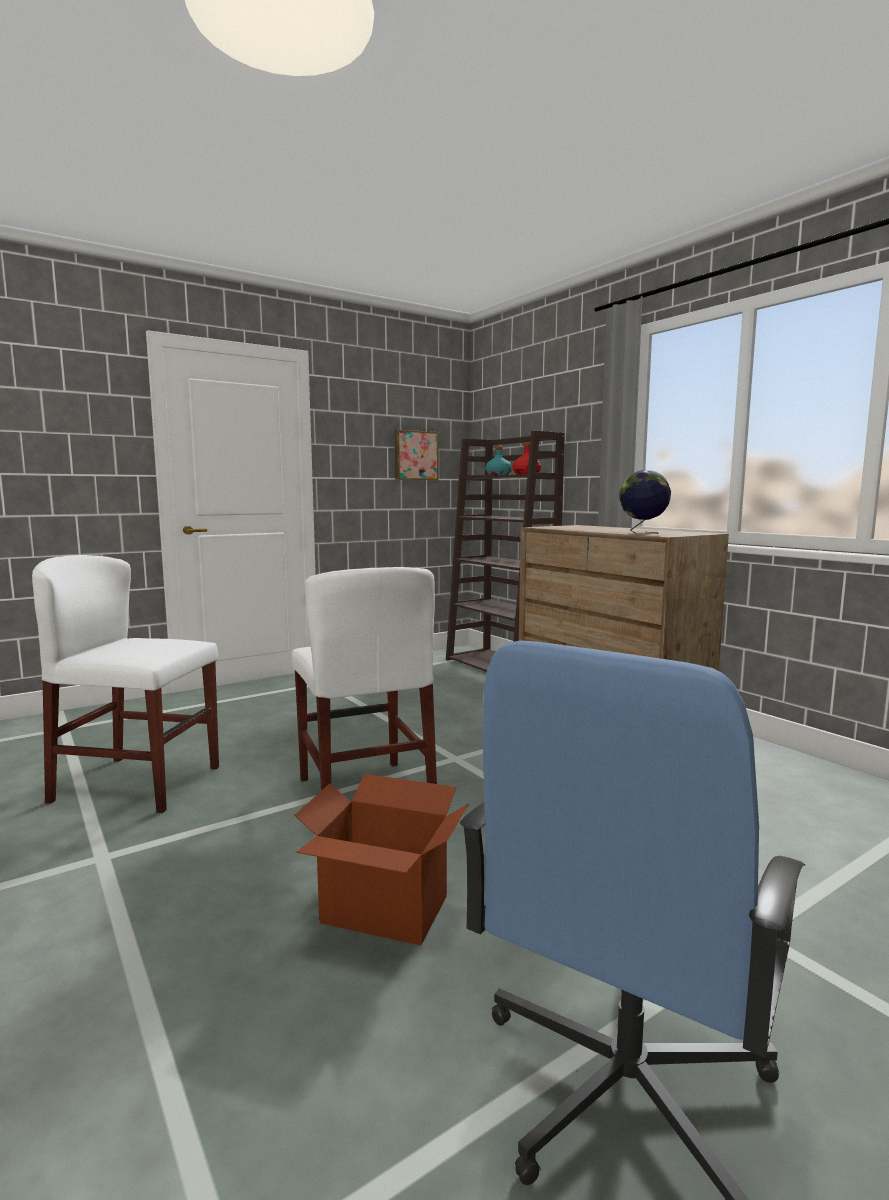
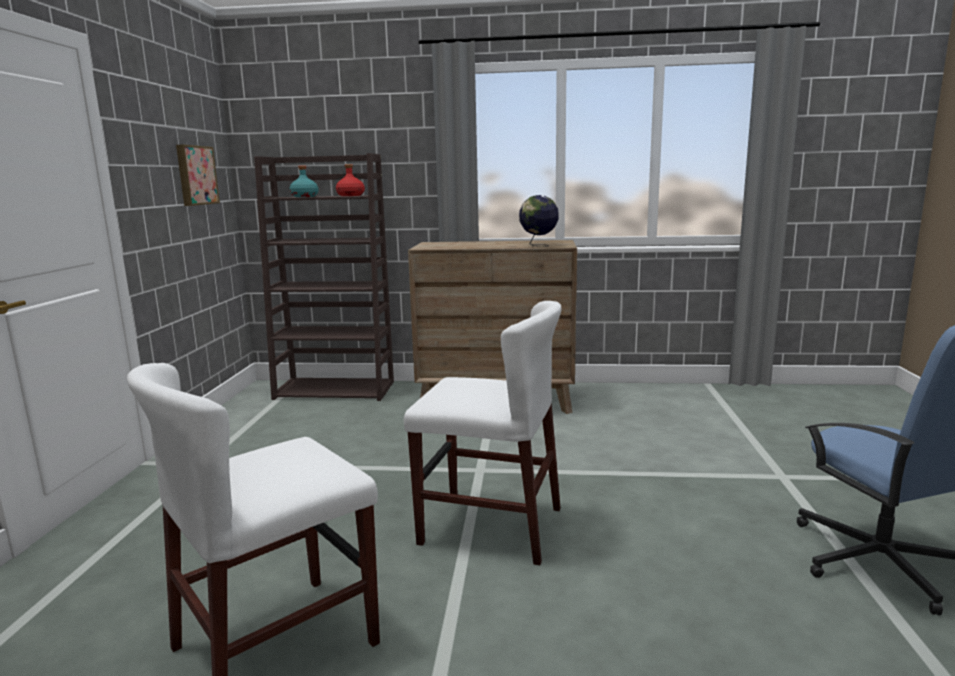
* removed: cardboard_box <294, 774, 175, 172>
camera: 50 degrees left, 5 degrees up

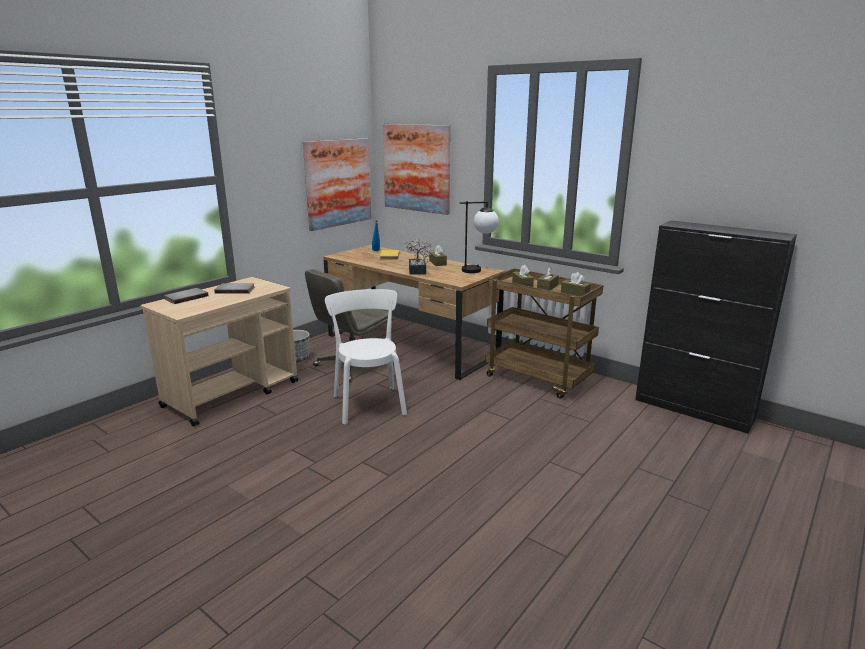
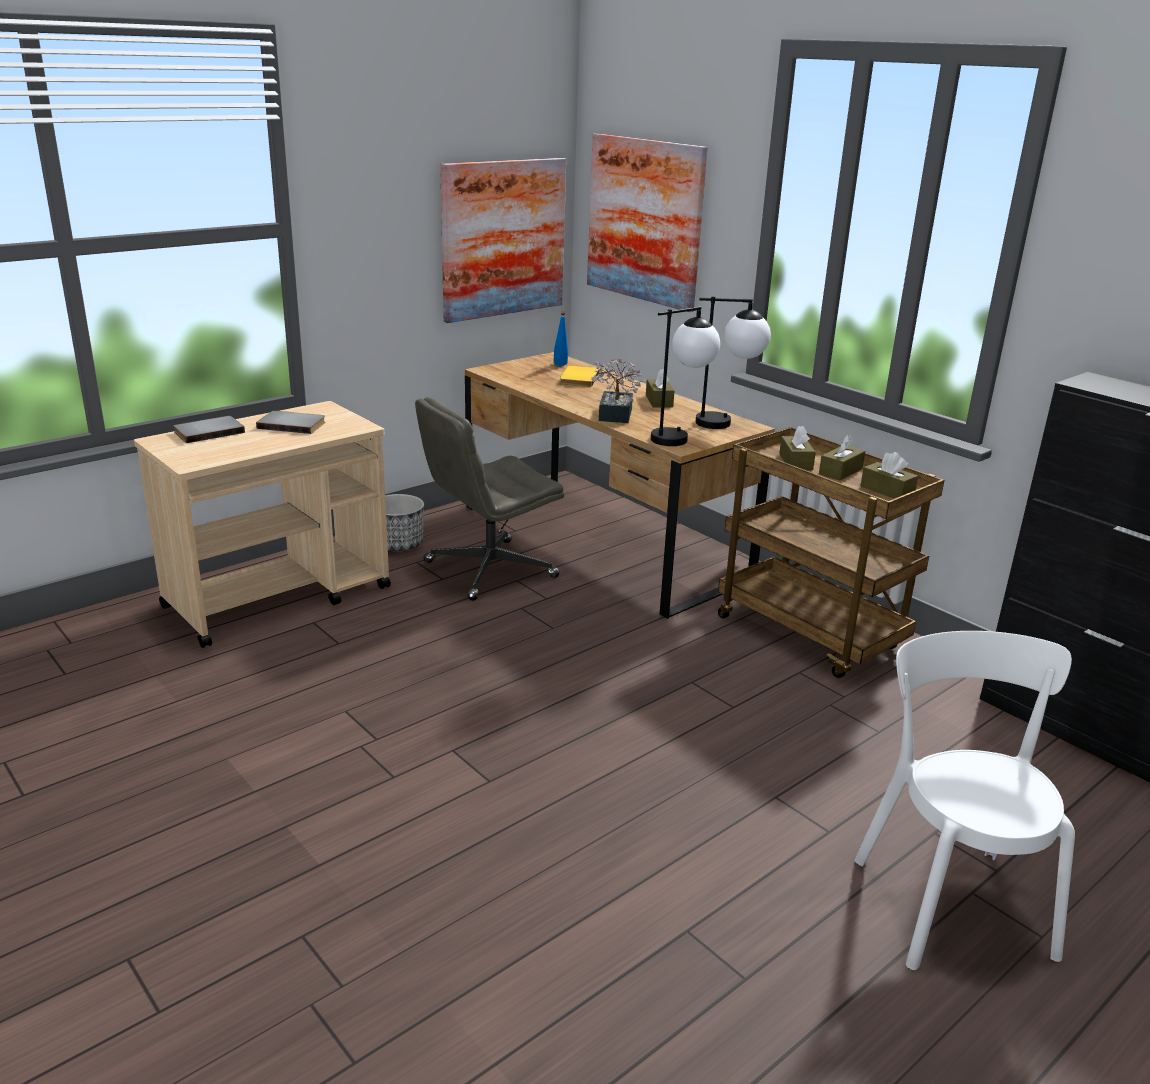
* moved: white_chair <325, 289, 82, 135> to <855, 631, 220, 339>
* added: table_lamp <651, 306, 69, 140>
camera: 10 degrees right, 5 degrees up

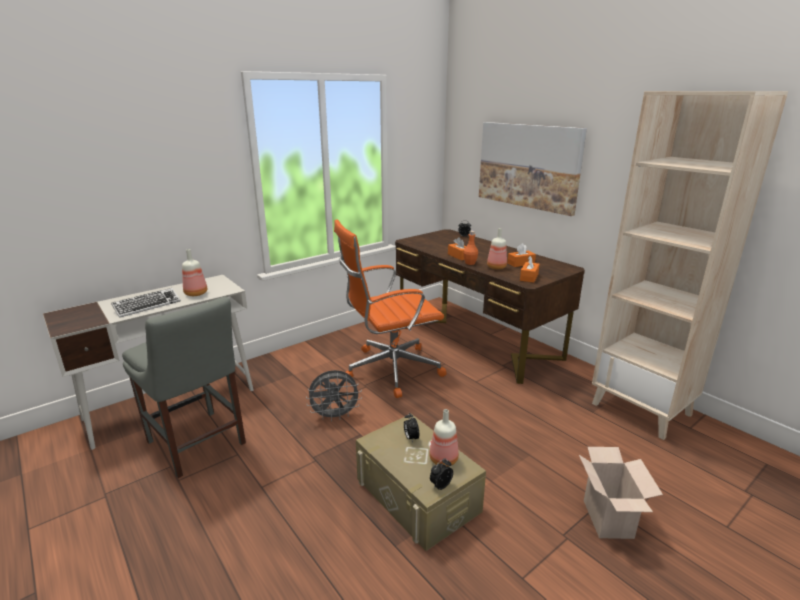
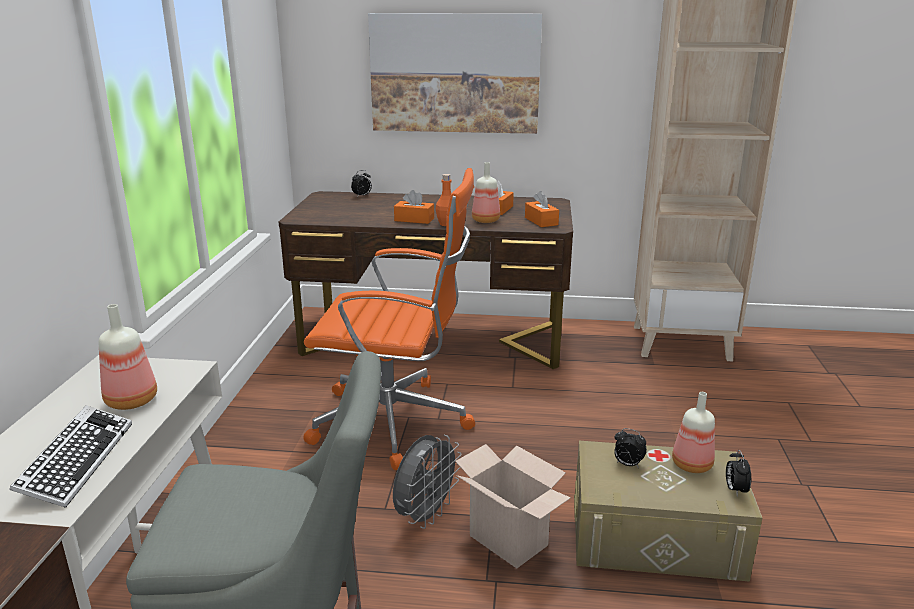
* turned: orange_office_chair <334, 219, 113, 179> = <303, 168, 172, 302> 105 degrees counterclockwise
* moved: cardboard_box <579, 447, 84, 92> to <455, 444, 116, 124>
camera: 45 degrees left, 0 degrees up

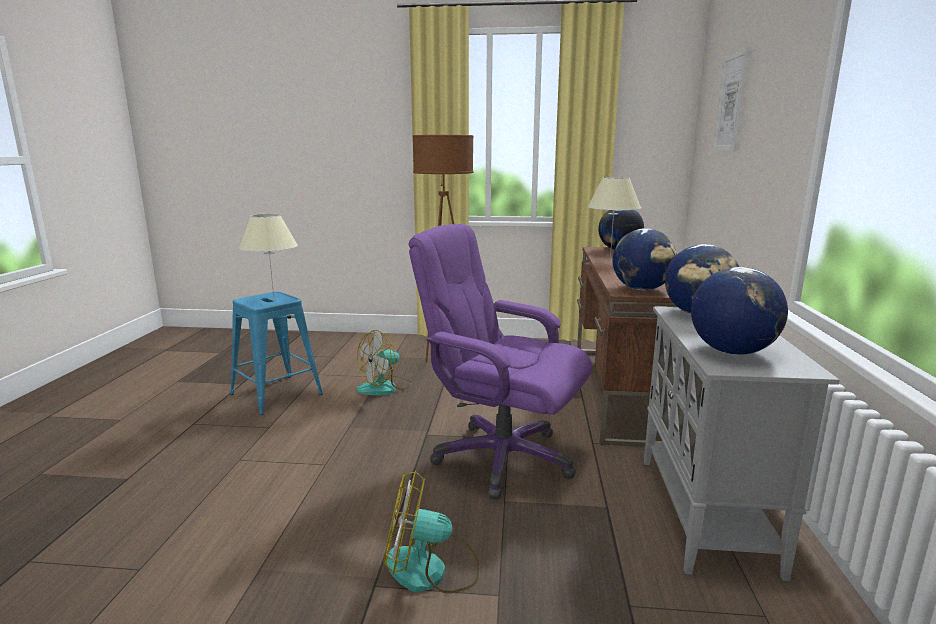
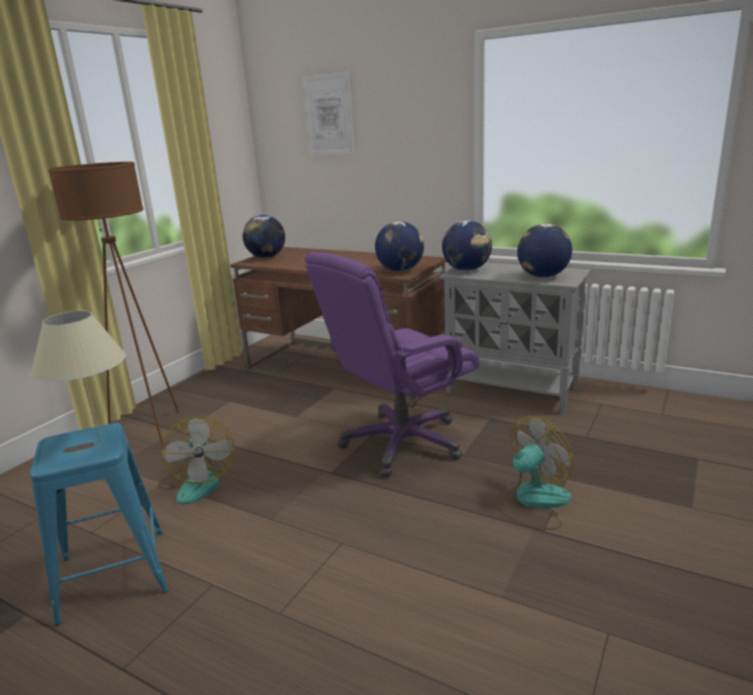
* turned: fan <383, 471, 97, 123> = <497, 416, 77, 114> 150 degrees counterclockwise
* removed: beige_table_lamp <587, 177, 54, 83>
camera: 65 degrees left, 5 degrees up

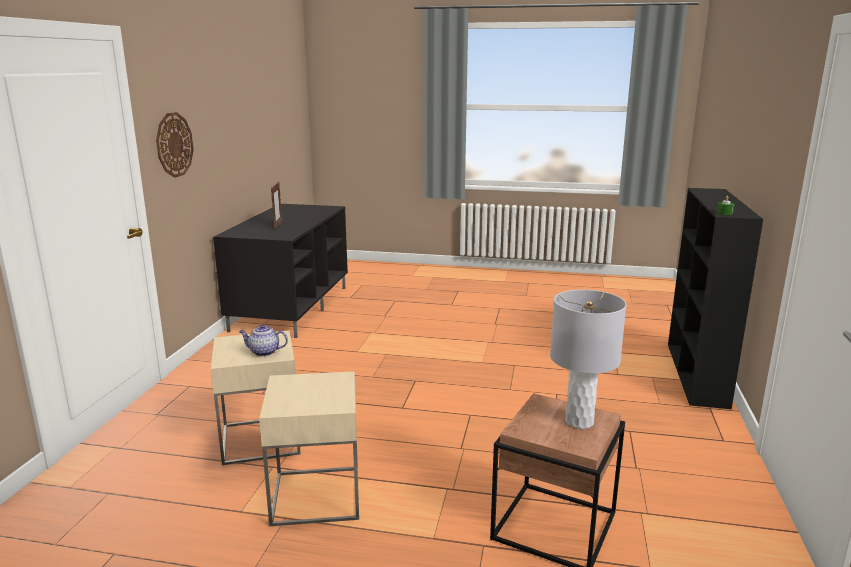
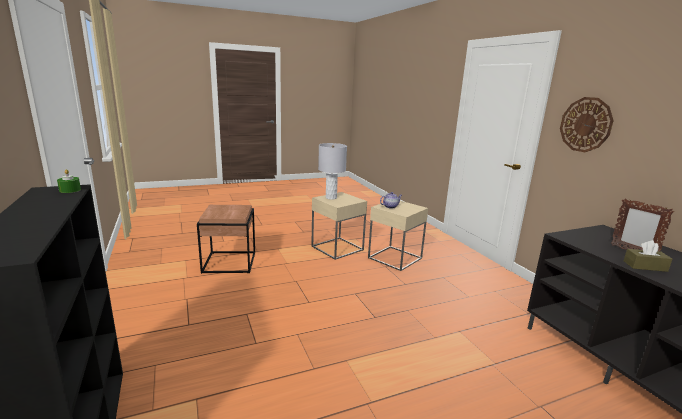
* moved: grey_table_lamp <550, 290, 77, 139> to <318, 143, 29, 57>
* added: brown_tissue_box <624, 240, 49, 32>
camera: 145 degrees right, 0 degrees up

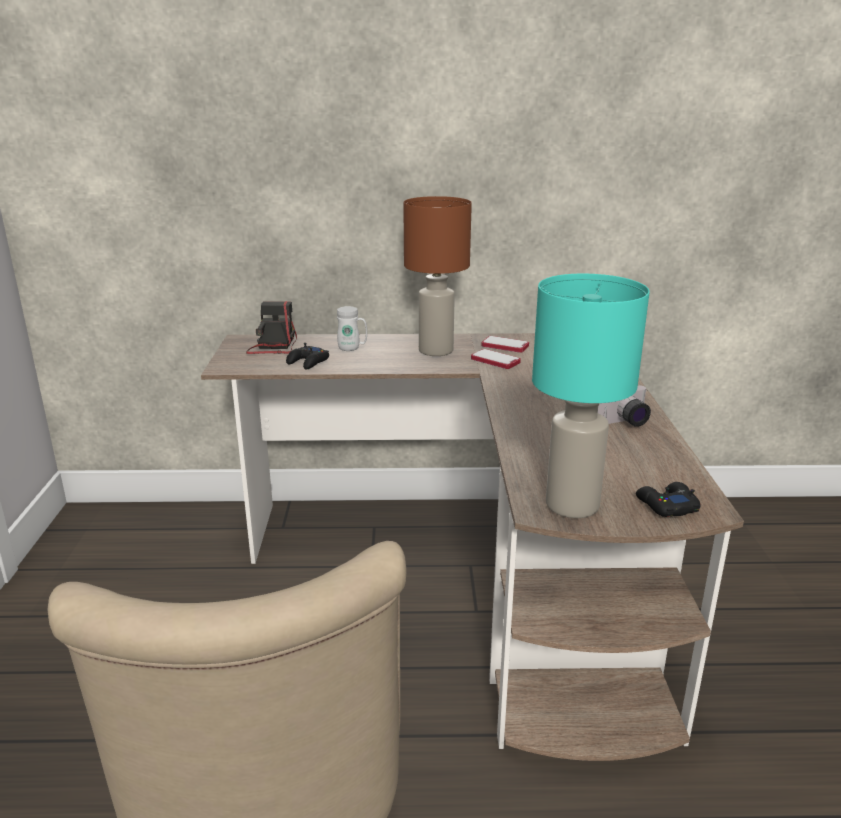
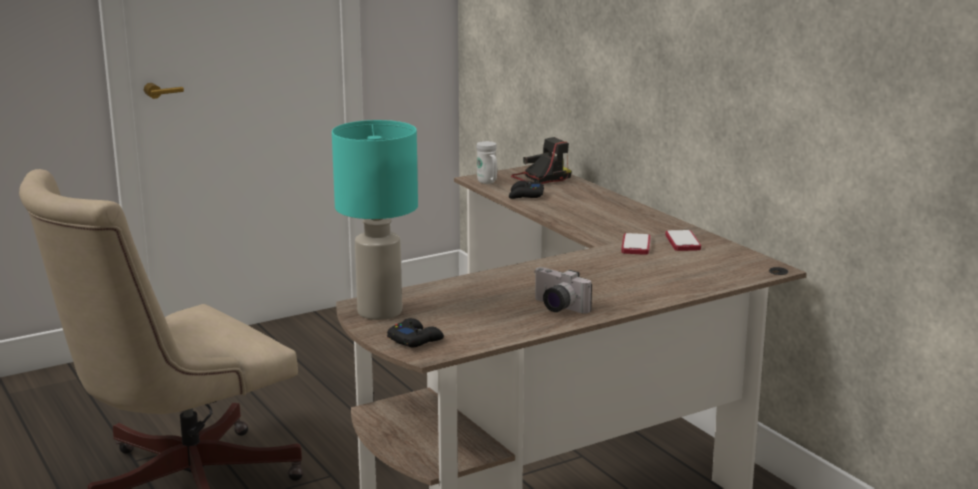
* moved: white_mug <337, 306, 30, 45> to <476, 141, 21, 43>
* removed: brown_table_lamp <403, 196, 69, 160>
camera: 60 degrees right, 5 degrees down

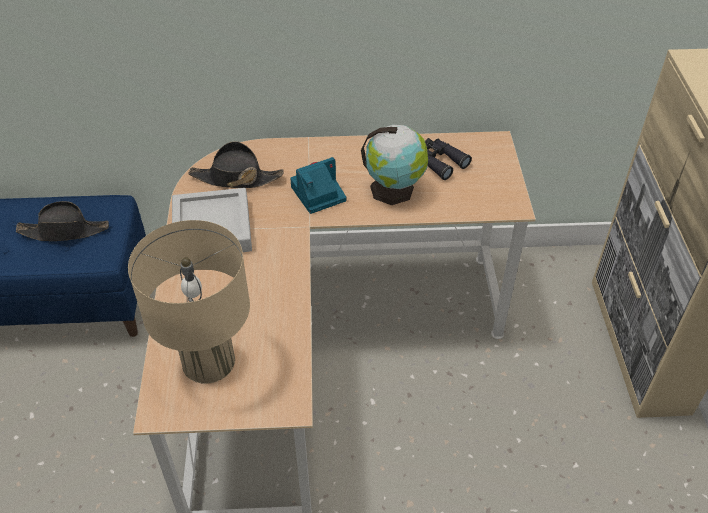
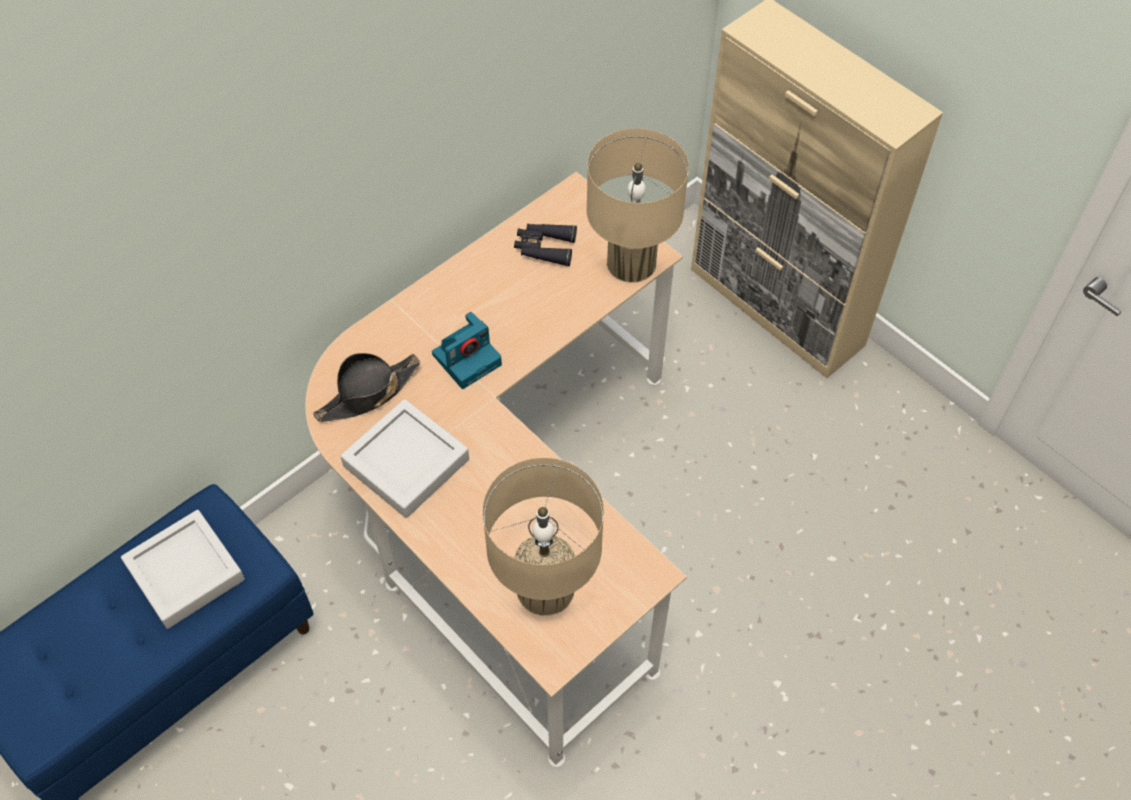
* replaced: black_hat <16, 201, 93, 40> to grey_tray <121, 510, 124, 119>
* turned: photo_camera <290, 157, 56, 57> = <432, 312, 70, 77> 150 degrees counterclockwise
* removed: globe <361, 125, 67, 80>
* added: beige_table_lamp <587, 128, 102, 155>
camera: 40 degrees left, 10 degrees up

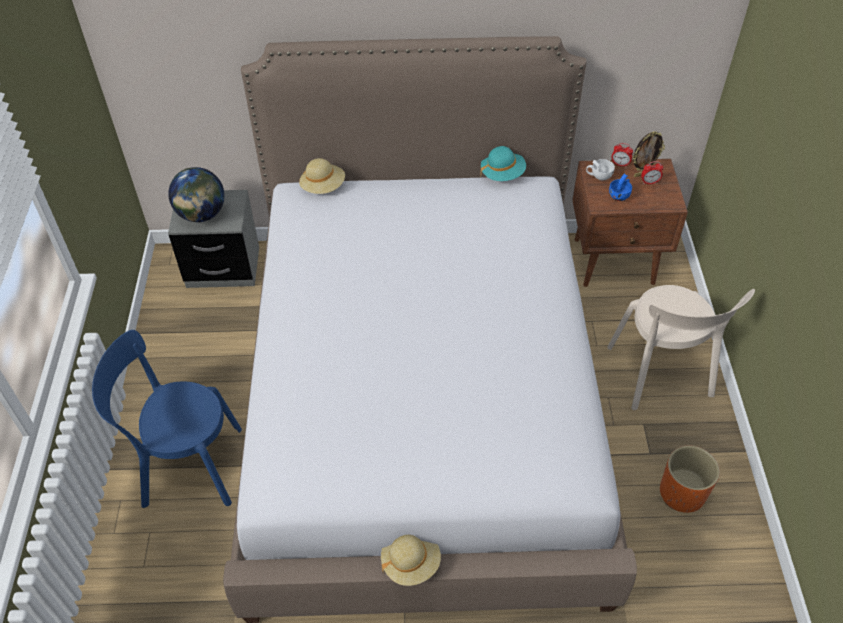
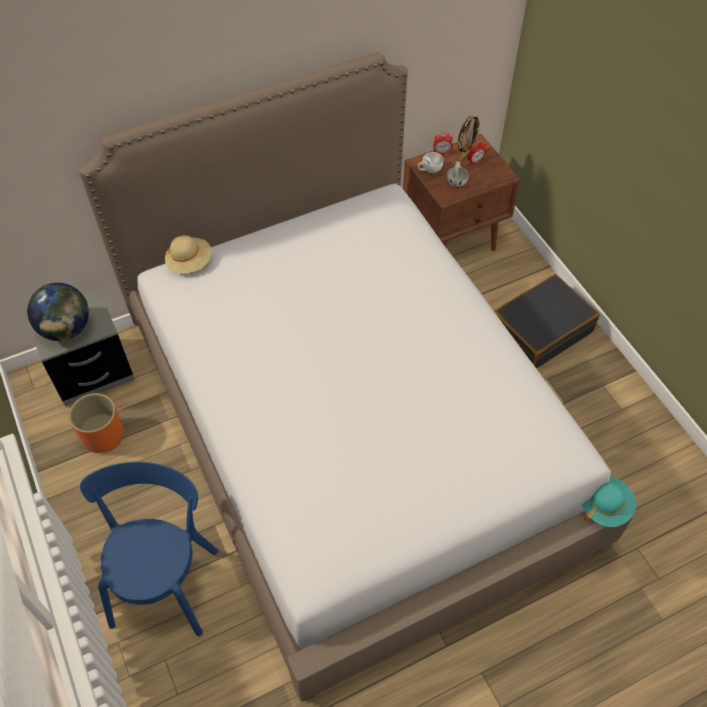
* turned: blue_chair <92, 330, 150, 178> = <80, 462, 138, 174> 120 degrees clockwise
* removed: beige_hat <381, 535, 60, 51>
* moved: turquoise_hat <480, 146, 46, 35> to <581, 476, 55, 51>
* replaced: beige_chair <607, 285, 148, 125> to black_suitcase <494, 274, 106, 95>
* recoloured: blue_cup <609, 174, 23, 27> to white_cup <447, 161, 21, 27>
* moved: orange_planter <660, 446, 60, 67> to <69, 393, 55, 60>
camera: 25 degrees left, 5 degrees up

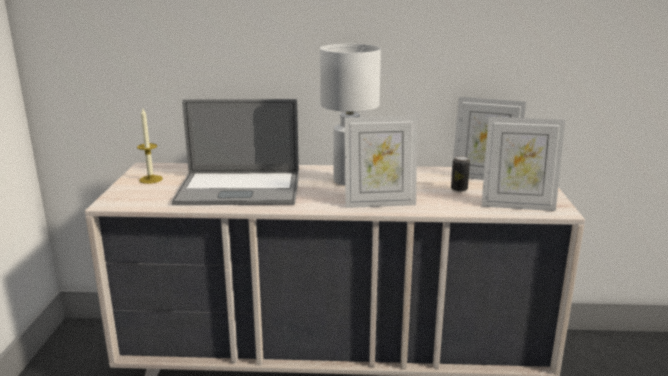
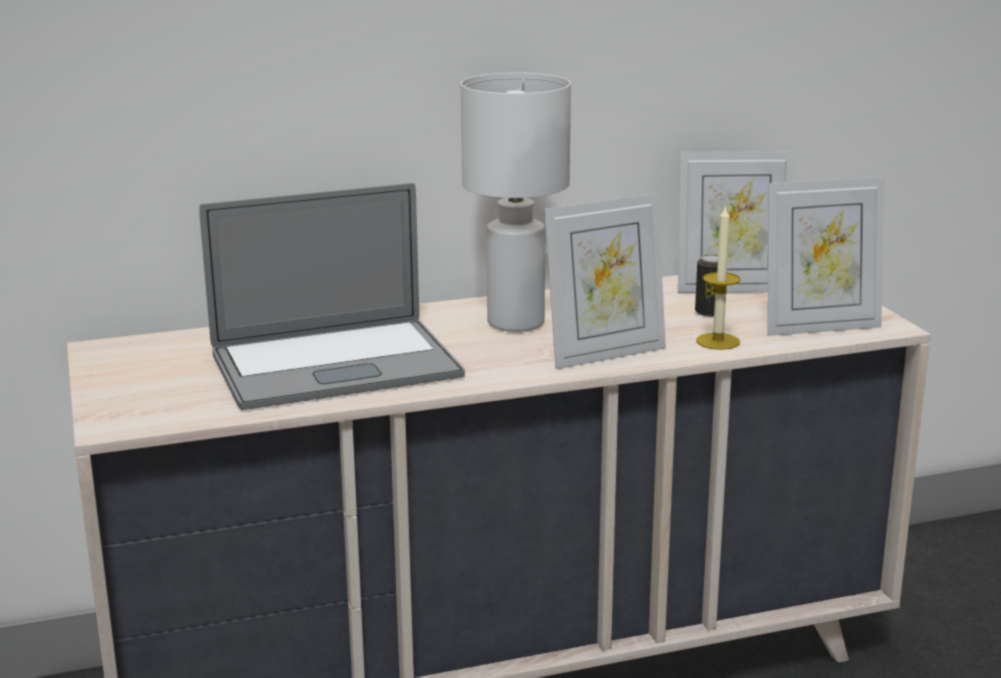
* moved: candle <137, 109, 26, 75> to <696, 204, 44, 146>
camera: 20 degrees left, 0 degrees up

